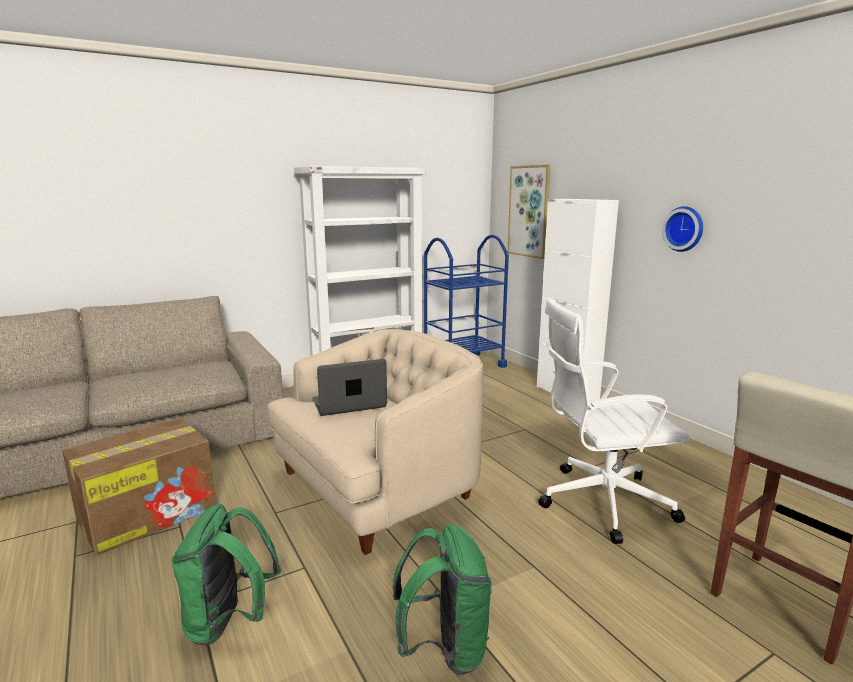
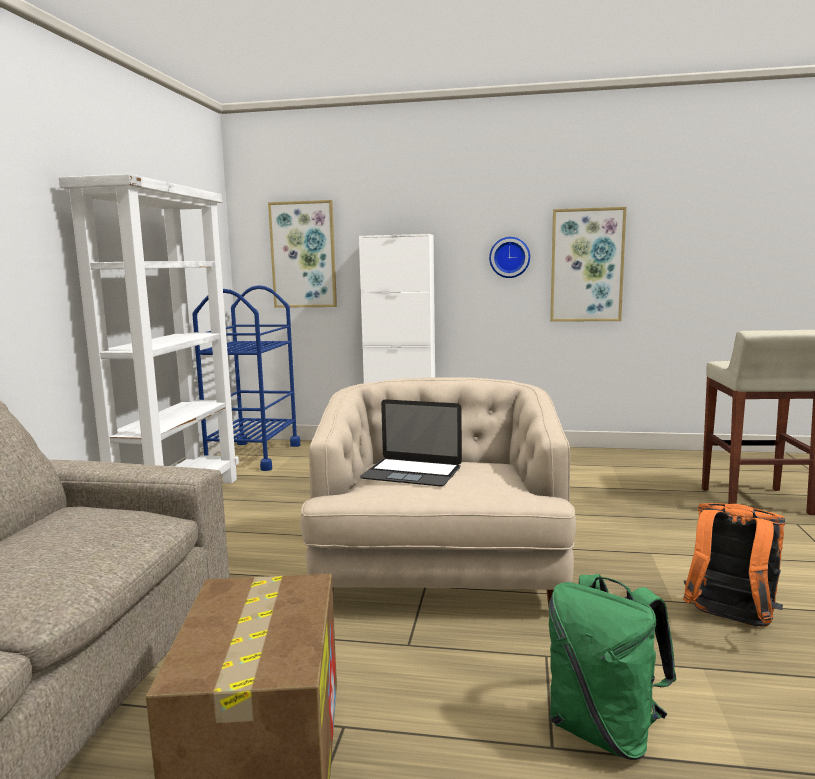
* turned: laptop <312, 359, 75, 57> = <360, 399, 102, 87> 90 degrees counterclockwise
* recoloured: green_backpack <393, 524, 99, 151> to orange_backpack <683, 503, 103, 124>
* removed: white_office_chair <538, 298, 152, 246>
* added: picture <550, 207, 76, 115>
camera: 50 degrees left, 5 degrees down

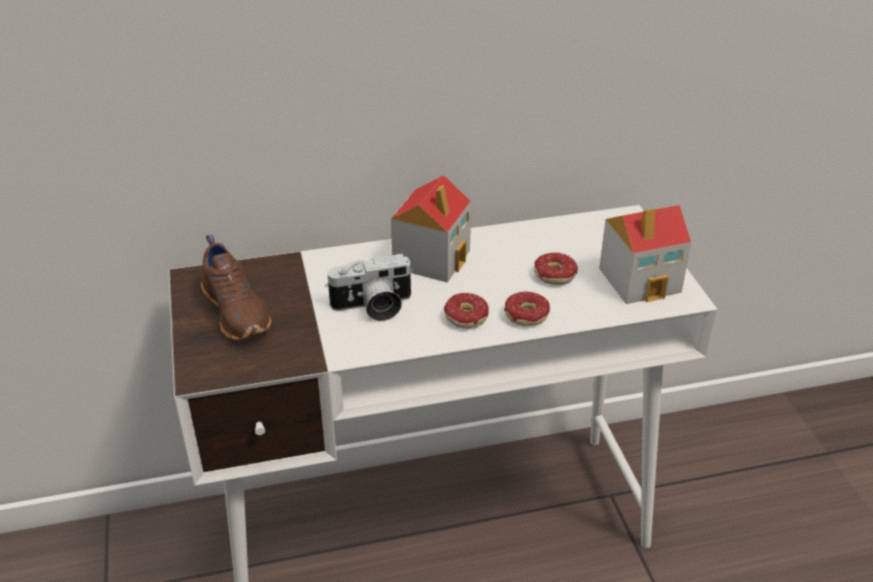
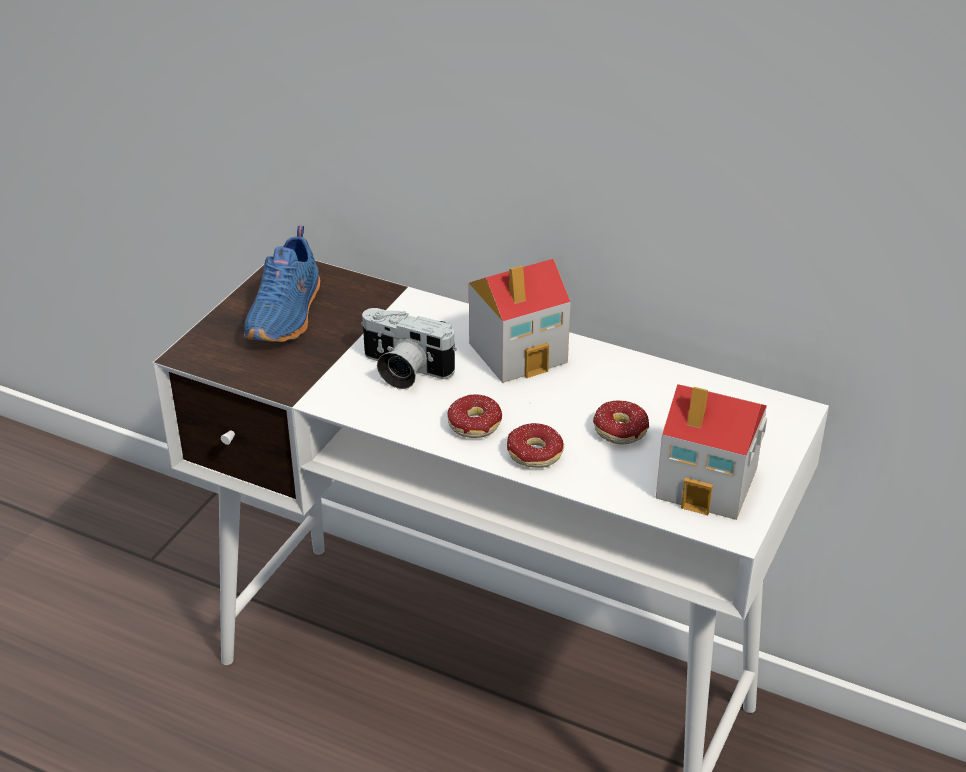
* recoloured: brown_shoe <201, 234, 70, 106> to blue_shoe <244, 226, 76, 116>
camera: 40 degrees right, 0 degrees up

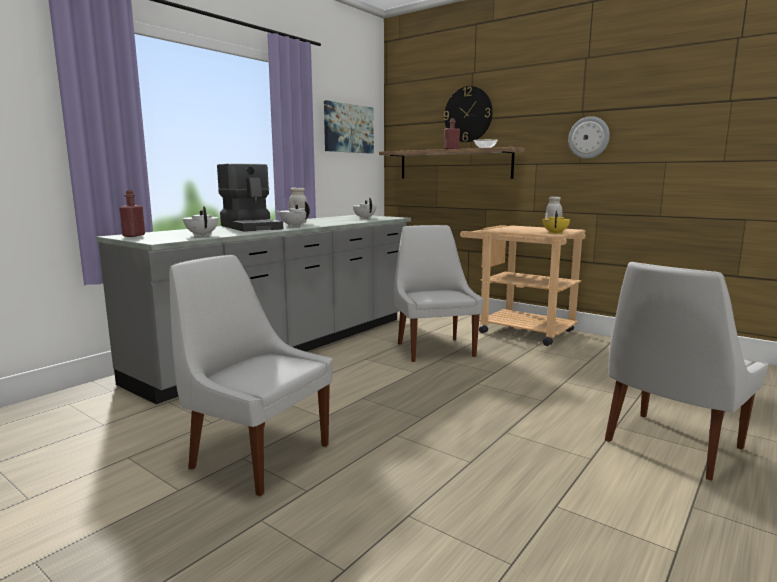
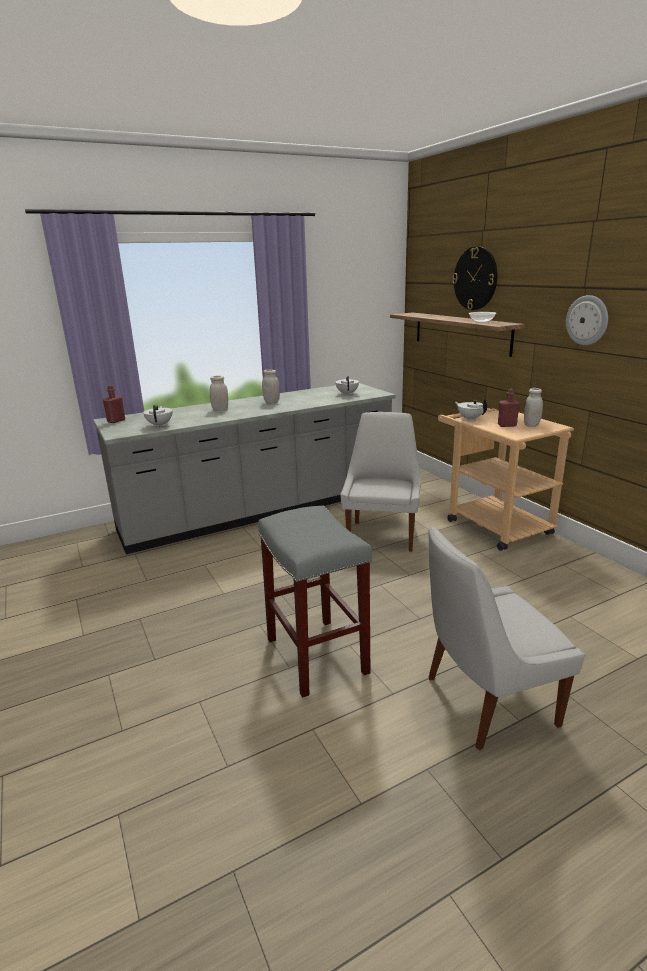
* removed: white_chair <169, 255, 164, 241>
* replaced: coffee_machine <217, 163, 66, 69> to white_jar <210, 376, 18, 35>
* moved: white_teapot <277, 201, 33, 26> to <455, 398, 32, 22>
* removed: picture <324, 100, 50, 54>
* moved: red_bottle <445, 118, 15, 31> to <498, 389, 22, 38>
* removed: yellow_teapot <542, 211, 28, 23>
* added: grey_stool <258, 506, 114, 192>
camera: 25 degrees right, 10 degrees up

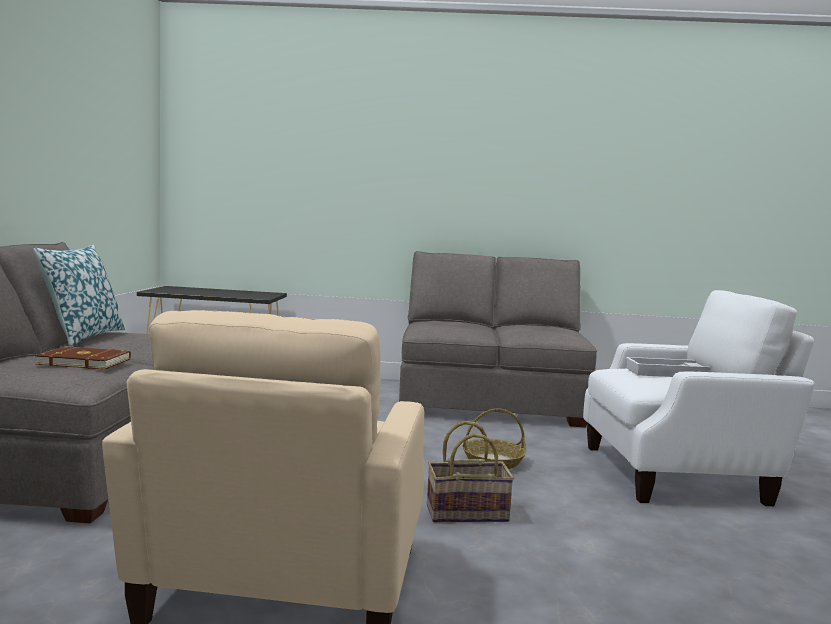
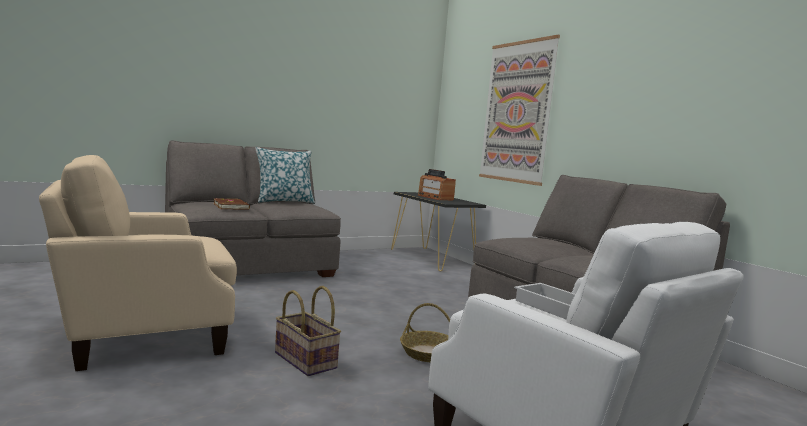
* added: radio <418, 169, 38, 31>
* added: picture <479, 35, 81, 151>
camera: 55 degrees right, 0 degrees up

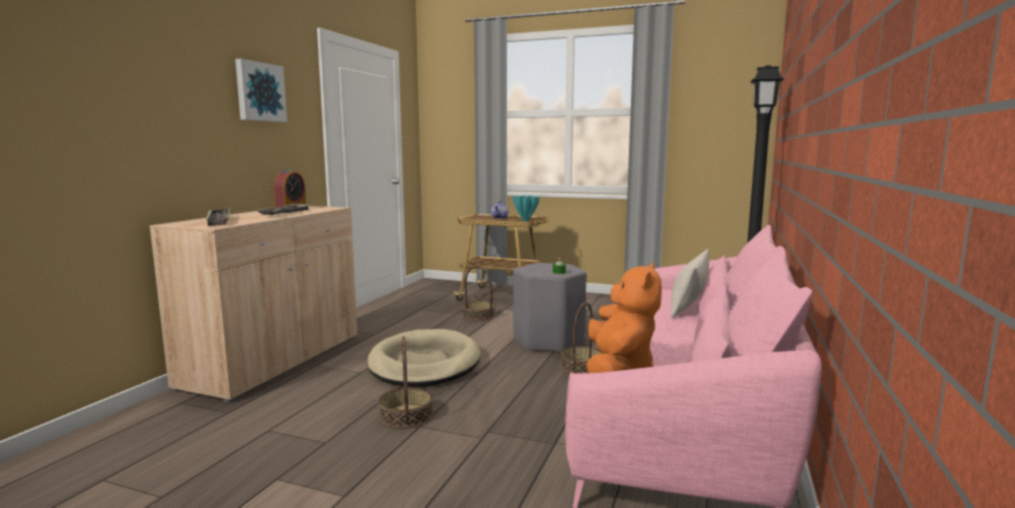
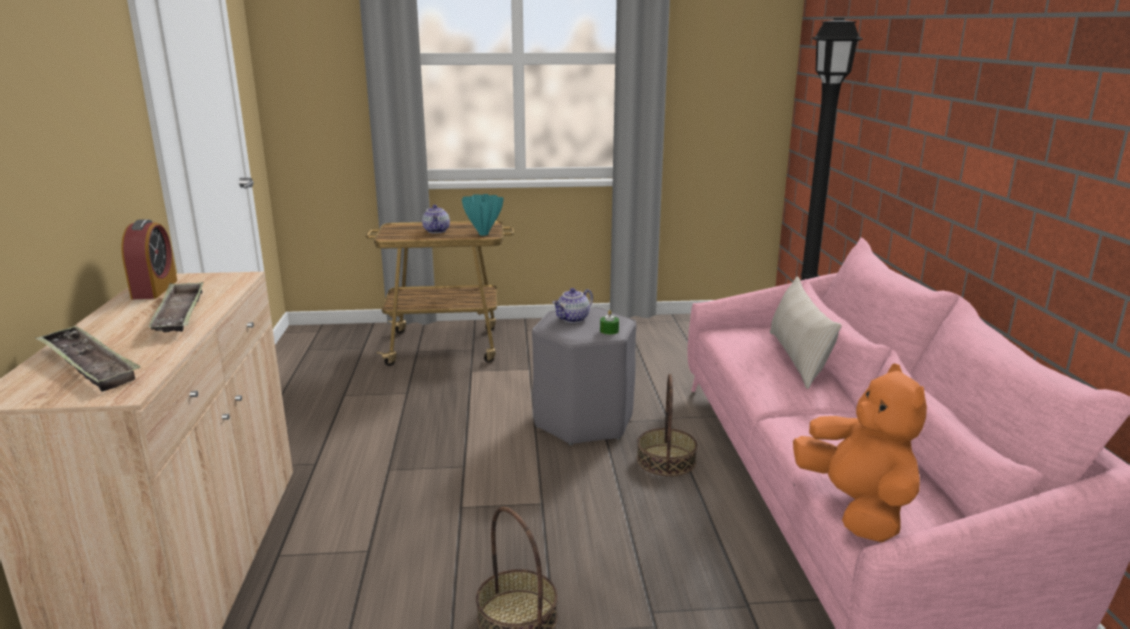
* removed: picture <235, 59, 52, 63>
* removed: beige_dog_bed <367, 329, 113, 58>
* removed: basket <462, 266, 33, 55>
* added: teapot <552, 288, 41, 35>
camera: 25 degrees left, 10 degrees up

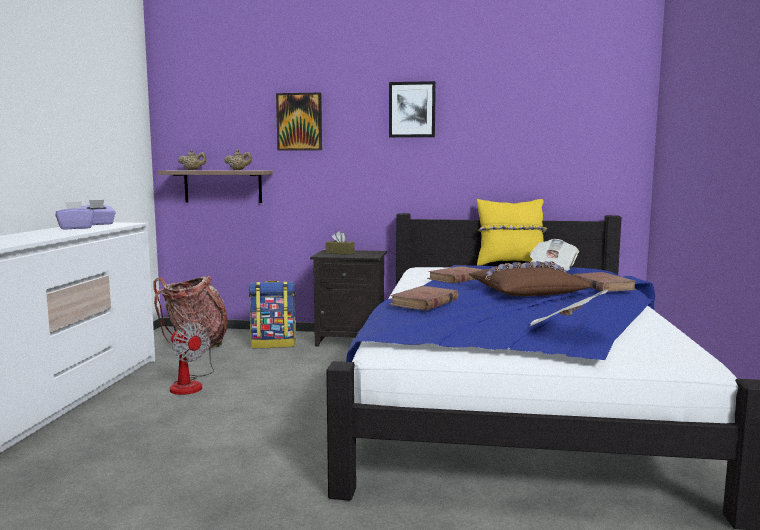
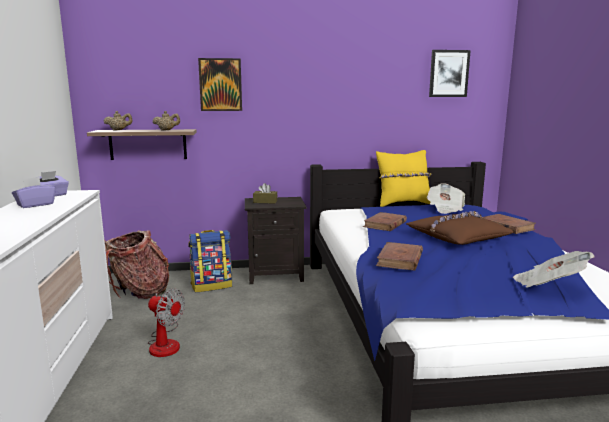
* moved: picture <389, 81, 47, 57> to <429, 50, 42, 47>
camera: 15 degrees left, 5 degrees up

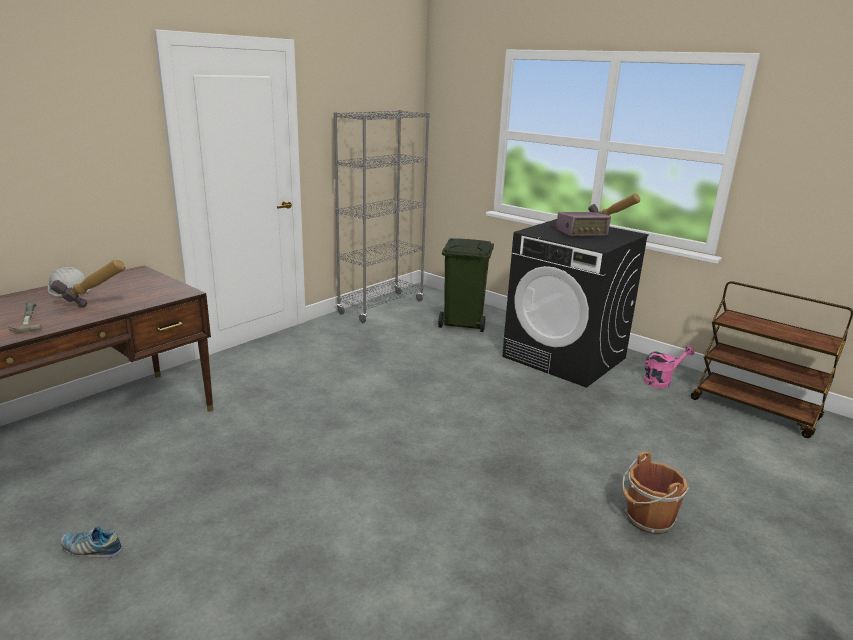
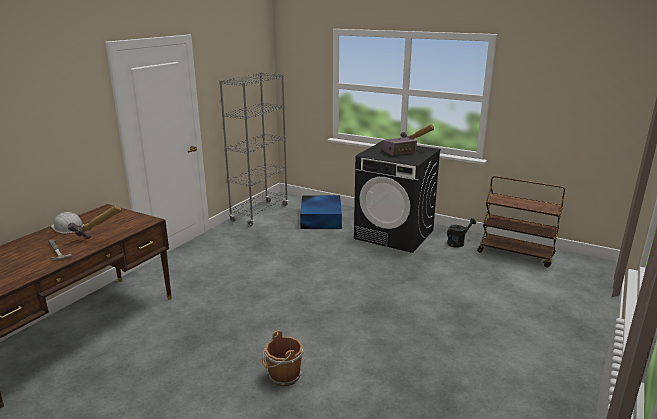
* removed: shoe <61, 527, 62, 31>
* replaced: green_trash_can <438, 238, 56, 94> to blue_storage_box <300, 195, 42, 34>
* moved: brown_bucket <622, 451, 67, 84> to <262, 330, 42, 56>
* recoloured: pink_watering_can <644, 346, 50, 42> to black_watering_can <447, 218, 29, 30>
camera: 10 degrees left, 0 degrees up

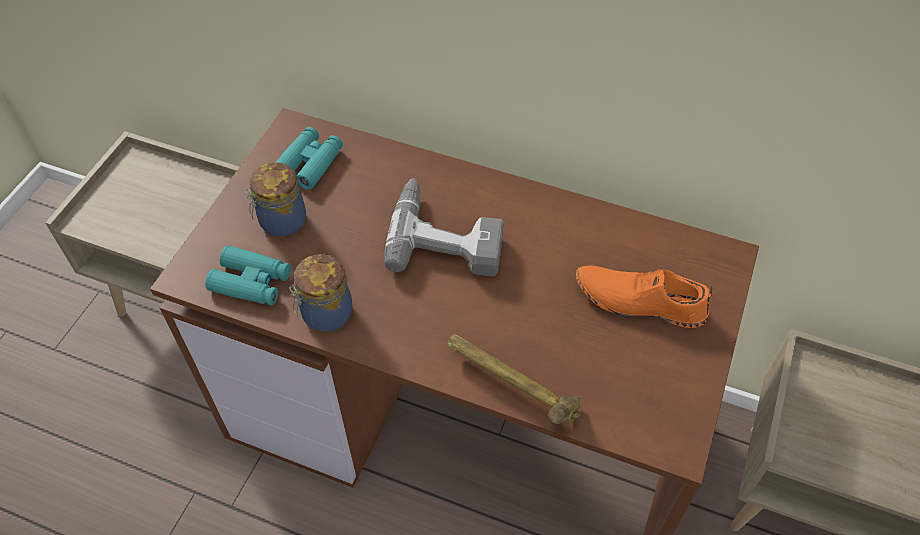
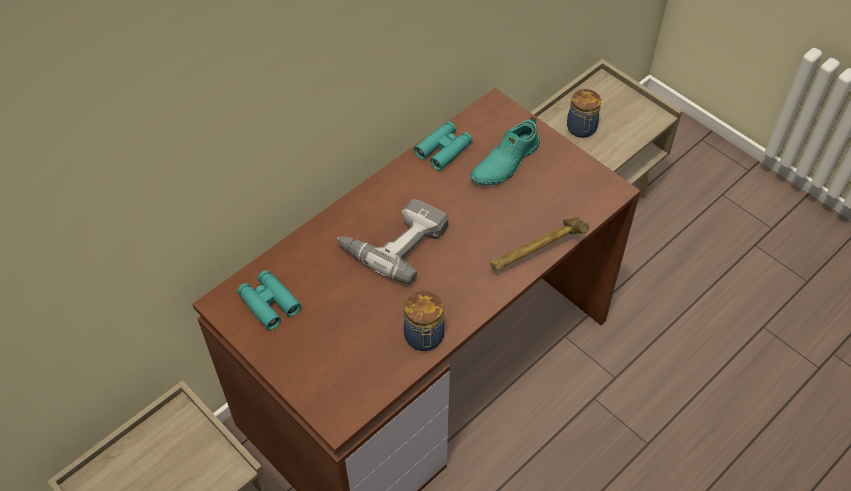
* moved: turquoise_binoculars <205, 246, 86, 60> to <414, 121, 59, 50>
* moved: jar <245, 162, 61, 75> to <567, 89, 34, 49>
* recoloured: orange_shoe <576, 265, 136, 63> to turquoise_shoe <470, 116, 70, 69>
camera: 65 degrees left, 0 degrees up

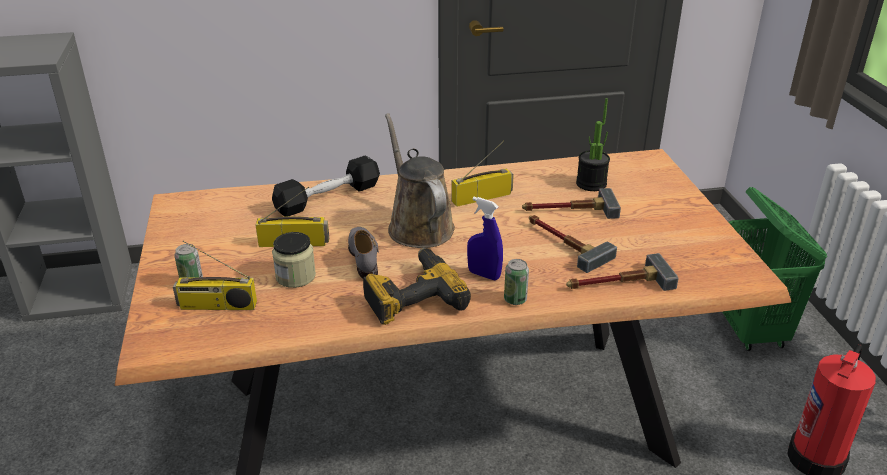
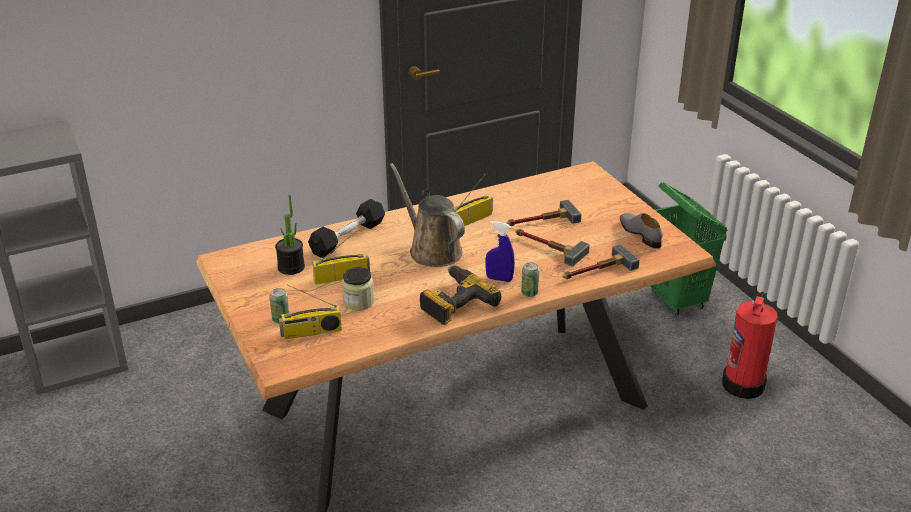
* moved: grey_shoe <348, 227, 31, 52> to <620, 213, 43, 35>
* moved: potted_plant <576, 98, 34, 93> to <275, 195, 30, 80>
camera: 15 degrees left, 0 degrees up

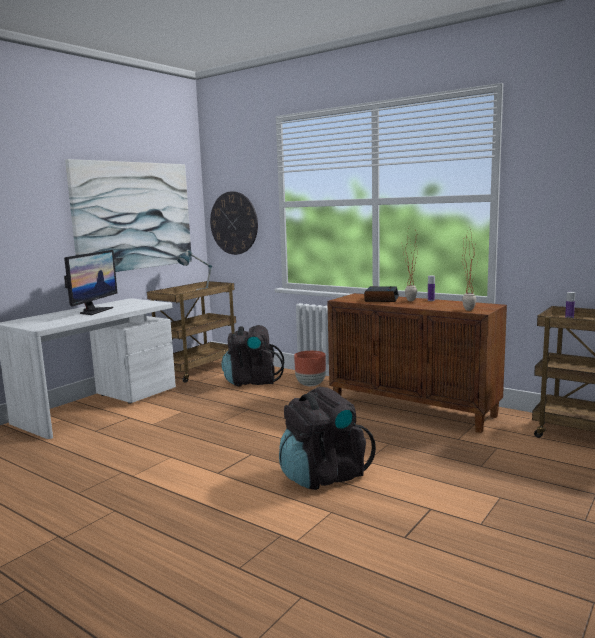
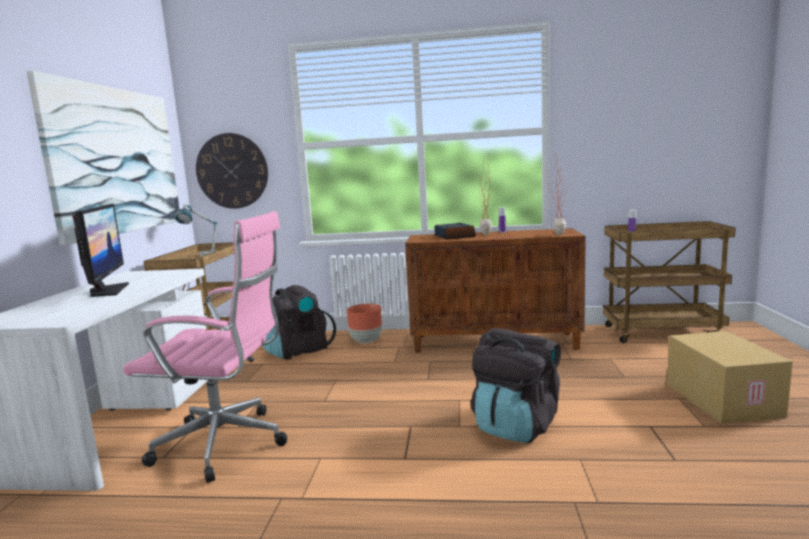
* added: pink_office_chair <123, 211, 164, 272>
* added: cardboard_box <667, 331, 126, 93>
camera: 30 degrees left, 0 degrees up

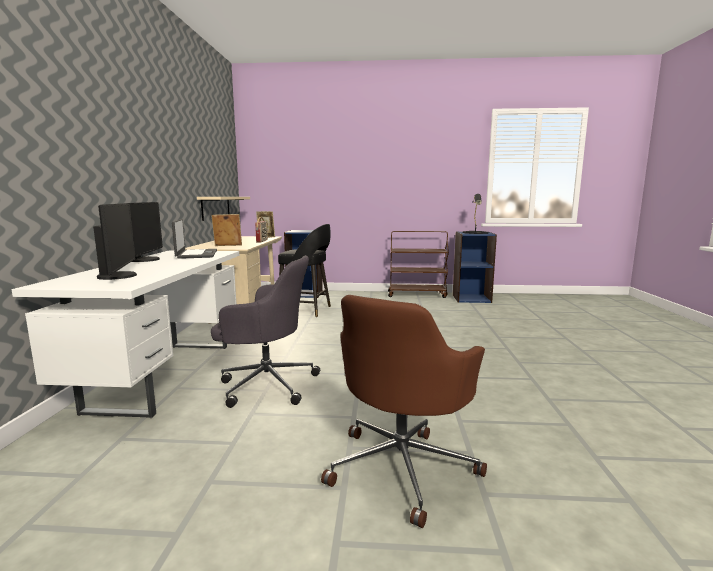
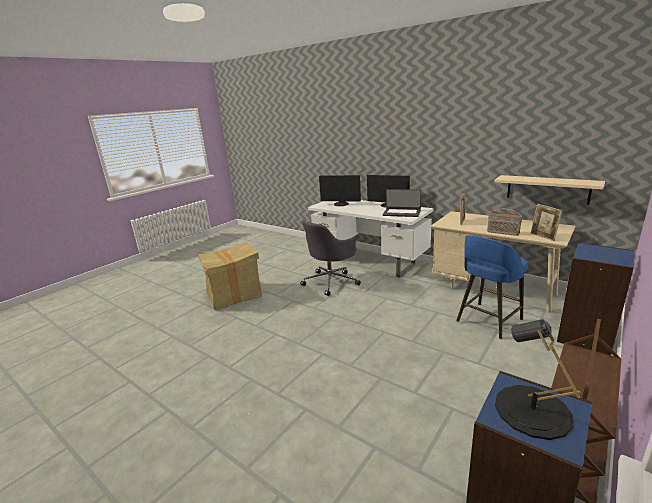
* recoloured: black_stool <278, 224, 53, 93> to blue_stool <456, 235, 72, 104>
* replaced: brown_office_chair <321, 295, 166, 233> to cardboard_box <199, 242, 63, 68>
camera: 125 degrees right, 10 degrees up

